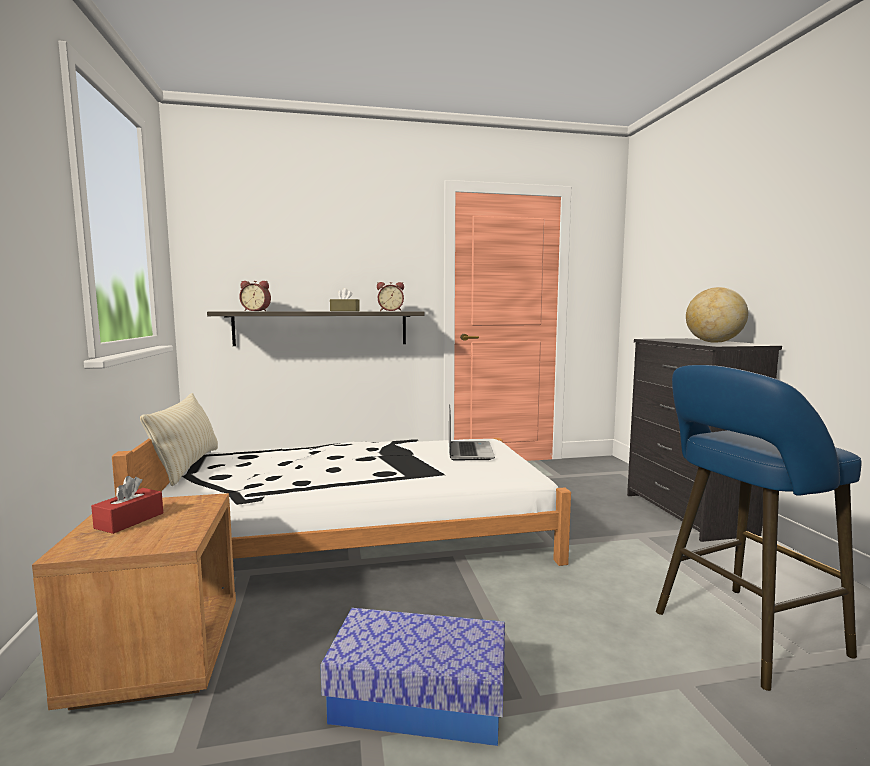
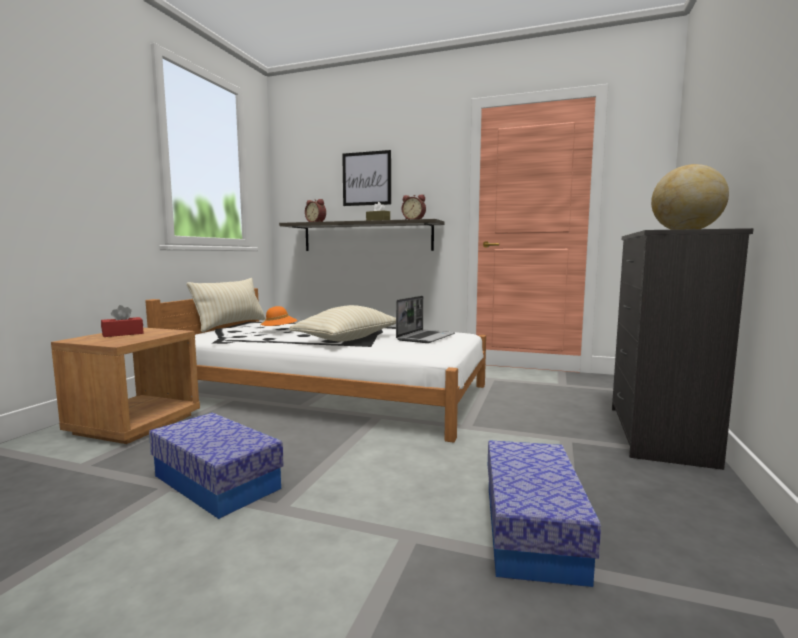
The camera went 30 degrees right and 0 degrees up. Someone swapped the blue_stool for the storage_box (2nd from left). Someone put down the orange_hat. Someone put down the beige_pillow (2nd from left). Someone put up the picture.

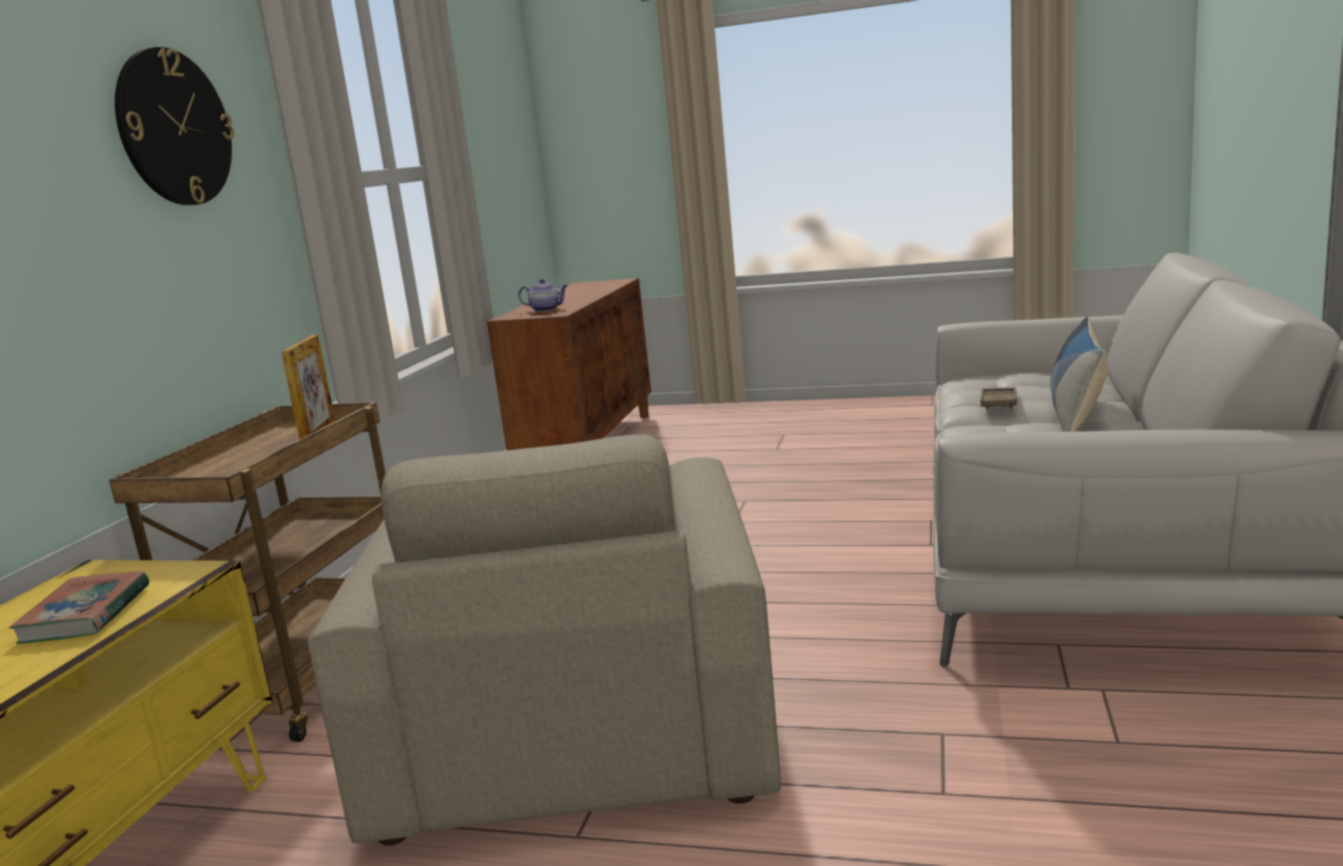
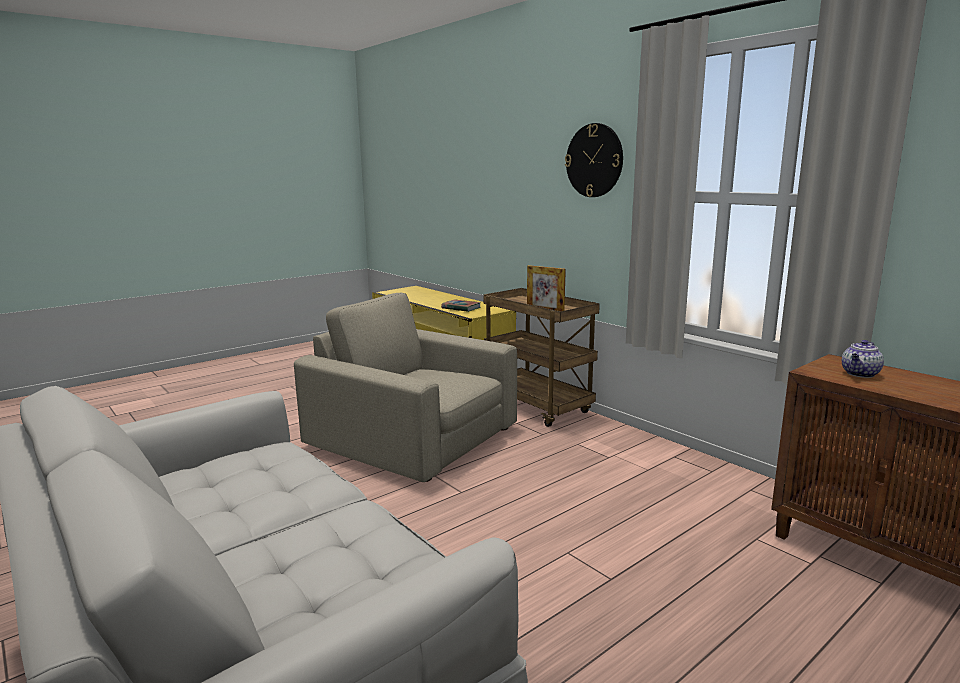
The camera went 125 degrees right and 0 degrees up. Someone took away the brown_tray. Someone took away the pillow.

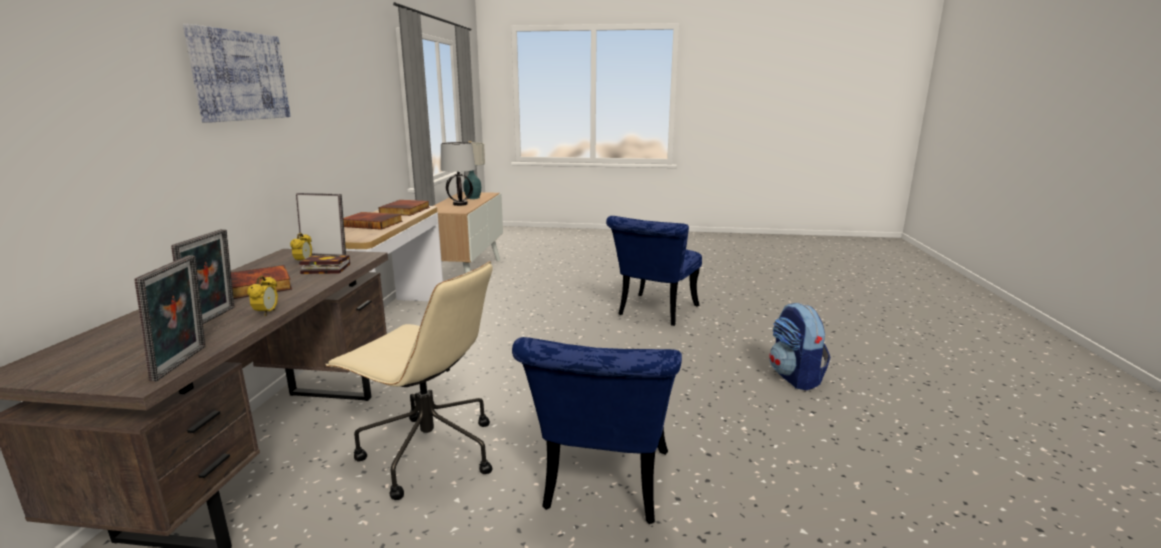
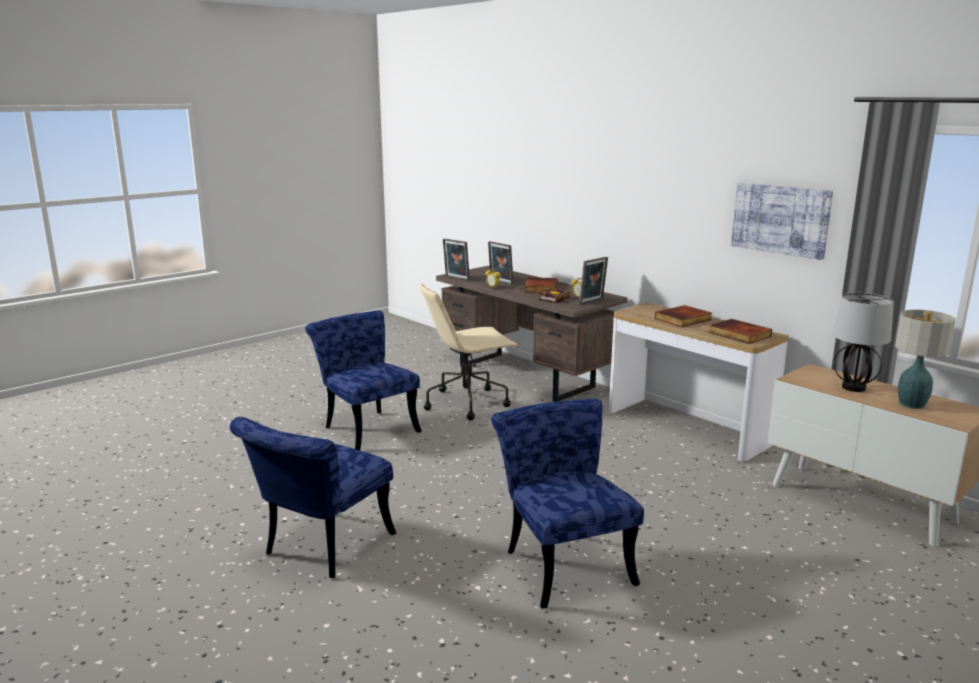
The camera went 130 degrees right and 0 degrees up. Someone carried the picture. Someone swapped the backpack for the blue_chair (1st from left).

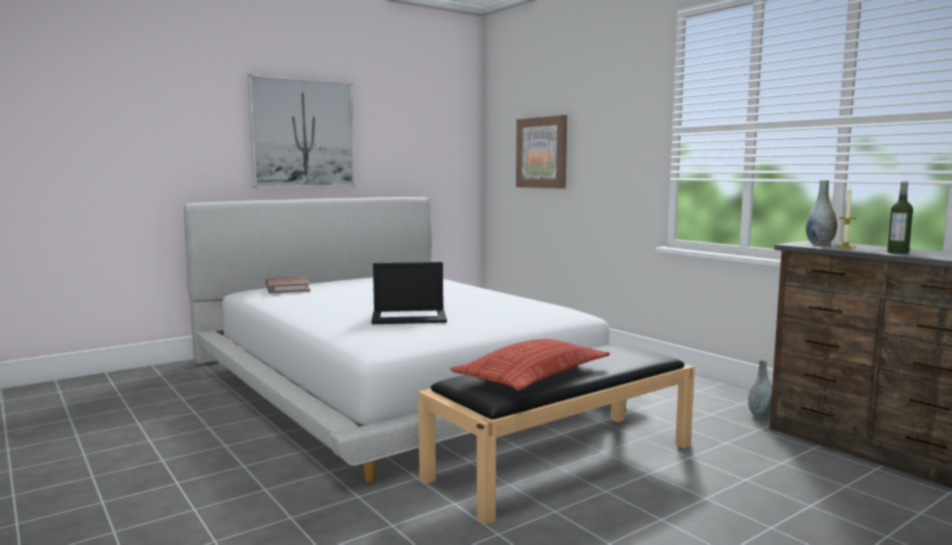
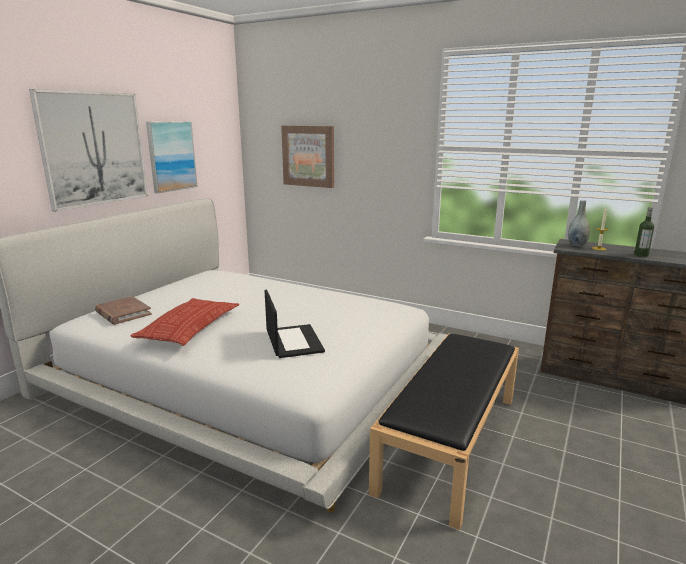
The camera went 25 degrees left and 10 degrees up. Someone rotated the laptop by 75 degrees counterclockwise. Someone carried the pillow. Someone took away the grey_vase (1st from left). Someone put up the picture (2nd from left).

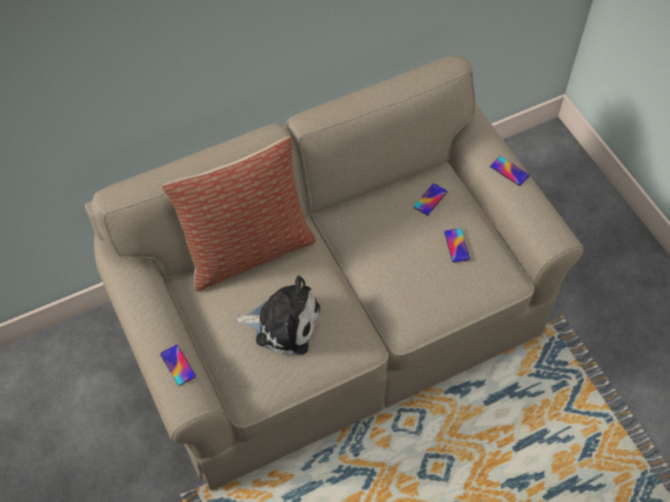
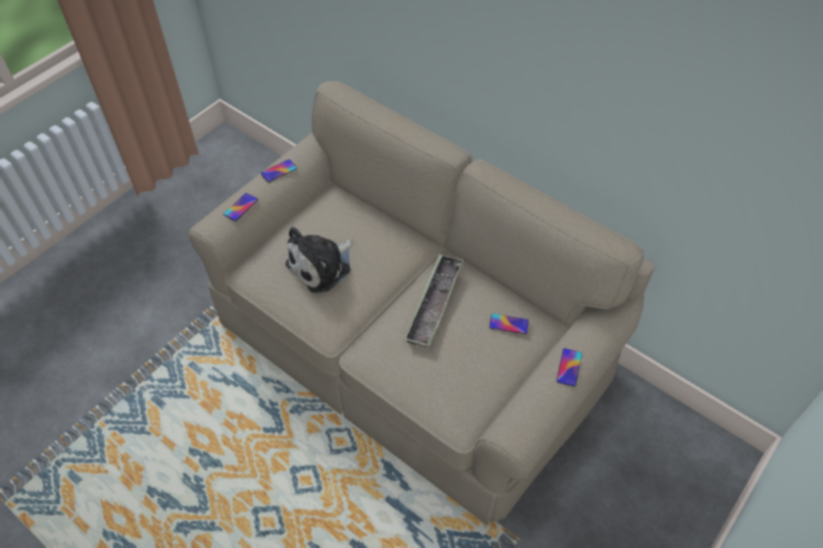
The camera went 65 degrees right and 5 degrees down. Someone took away the pillow. Someone rotated the plush_toy by 60 degrees clockwise. Someone carried the phone (3rd from left in the first image). Someone put down the tray.

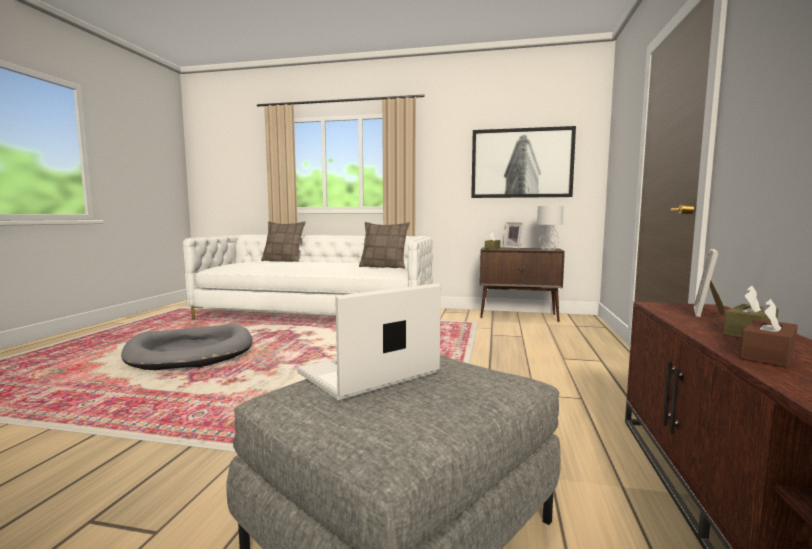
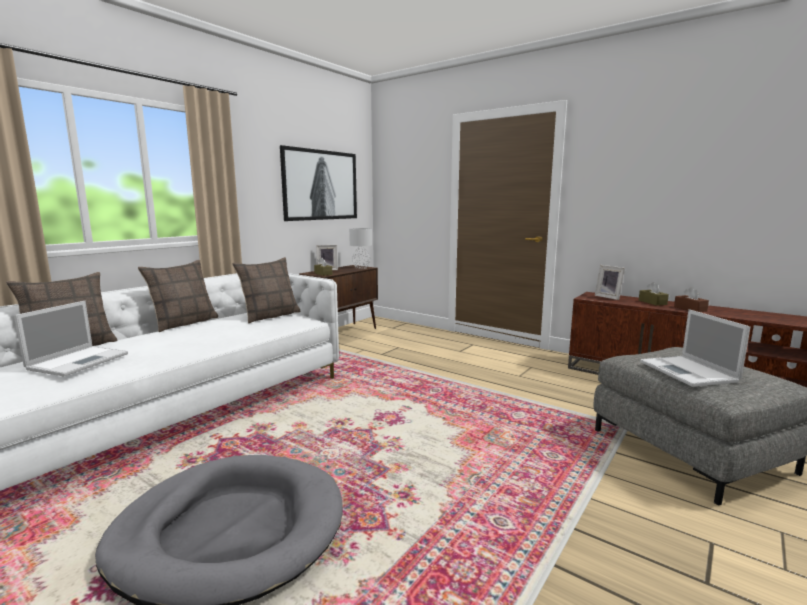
The camera went 65 degrees left and 5 degrees up. Someone put down the laptop (1st from left). Someone put down the pillow (2nd from left).

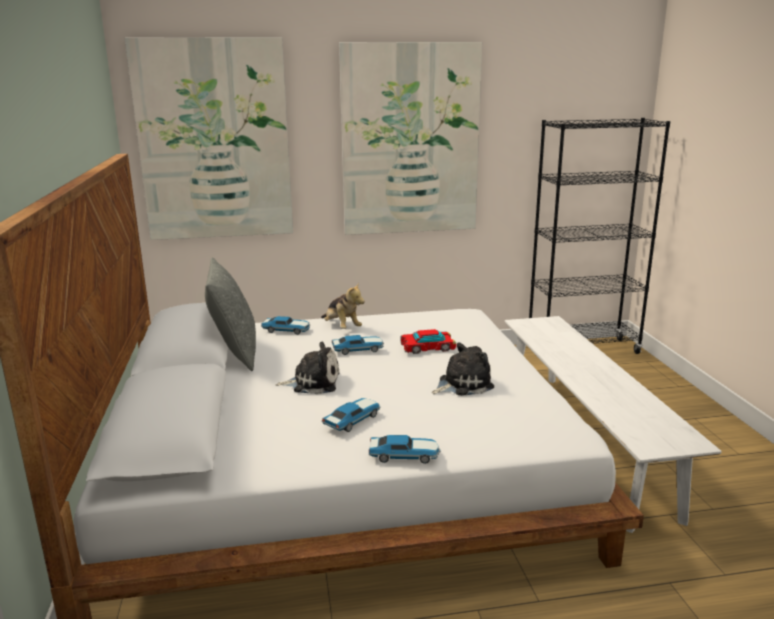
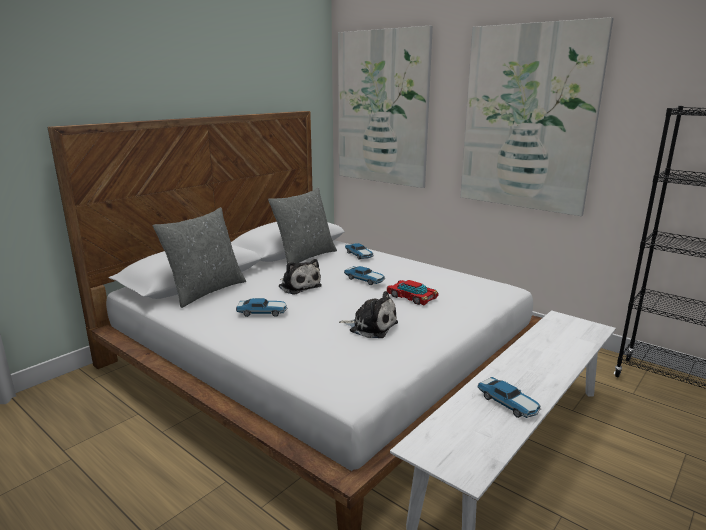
The camera went 50 degrees right and 0 degrees up. Someone took away the plush_toy (2nd from left). Someone carried the toy_car (4th from left in the first image). Someone put down the grey_pillow (1st from left).

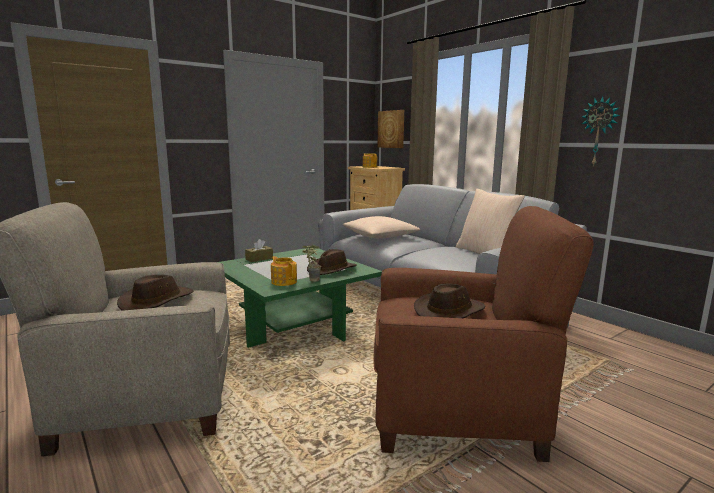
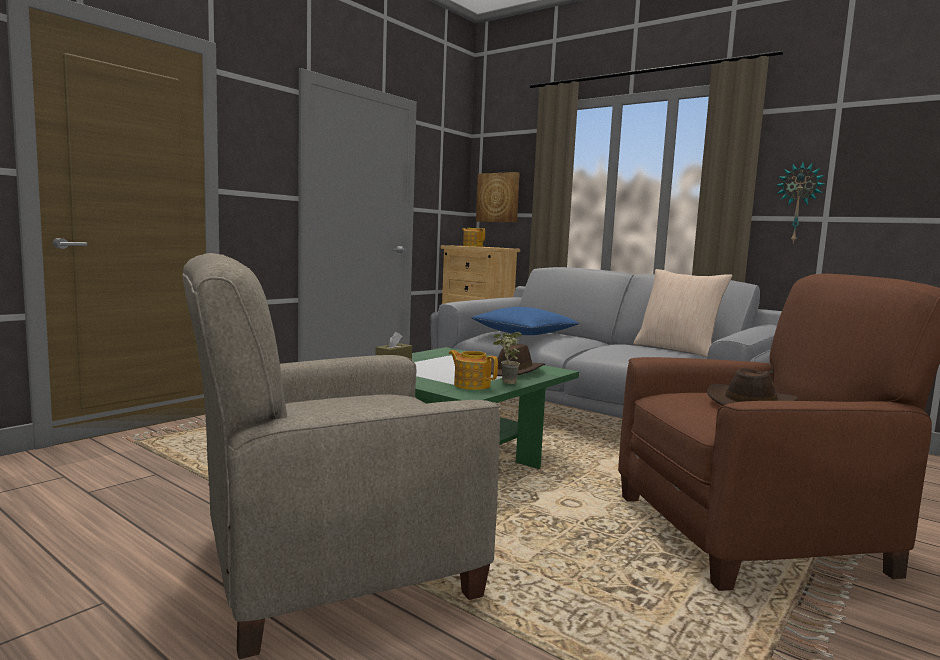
The camera went 15 degrees left and 5 degrees down. Someone took away the brown_hat (1st from left). Someone repainted the beige_pillow (1st from left), which became the blue_pillow.

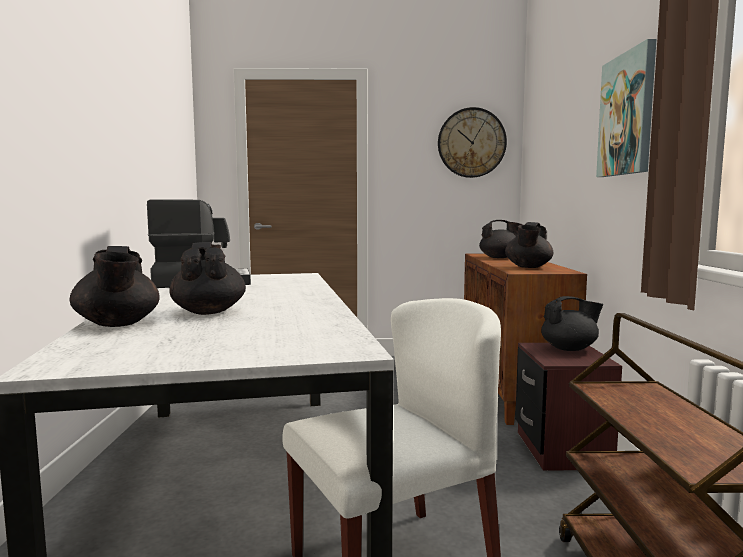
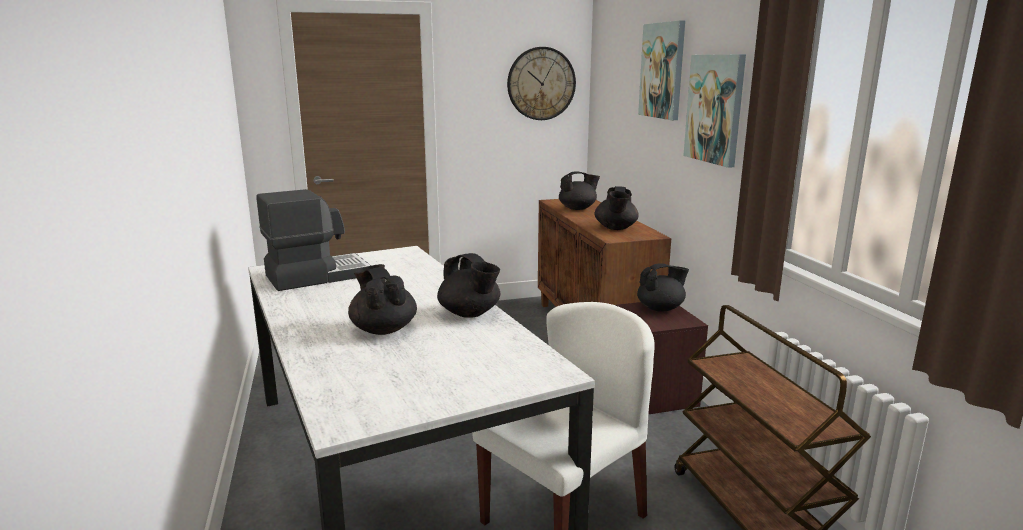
The camera went 15 degrees left and 10 degrees up. Someone carried the black_teapot (1st from left in the first image). Someone put up the picture (1st from left).

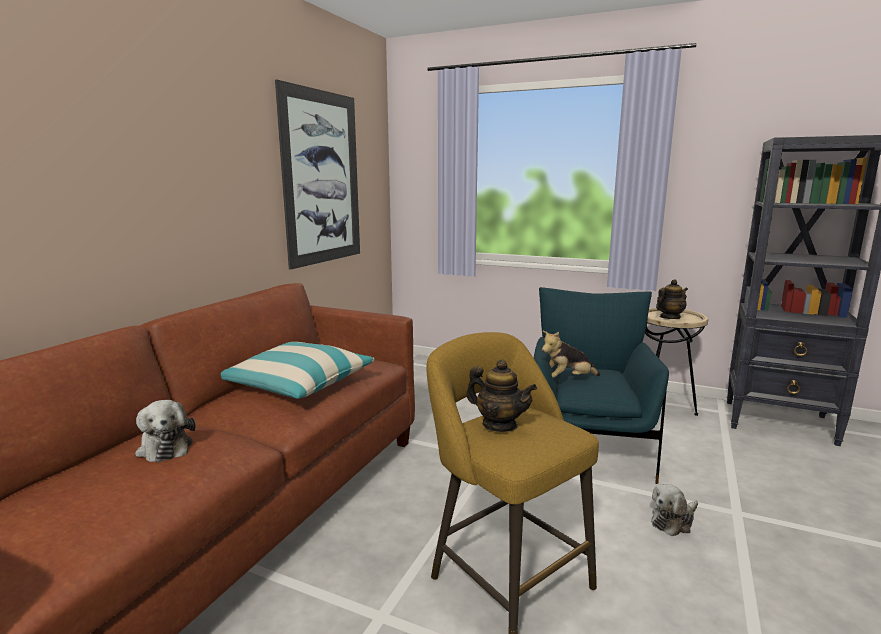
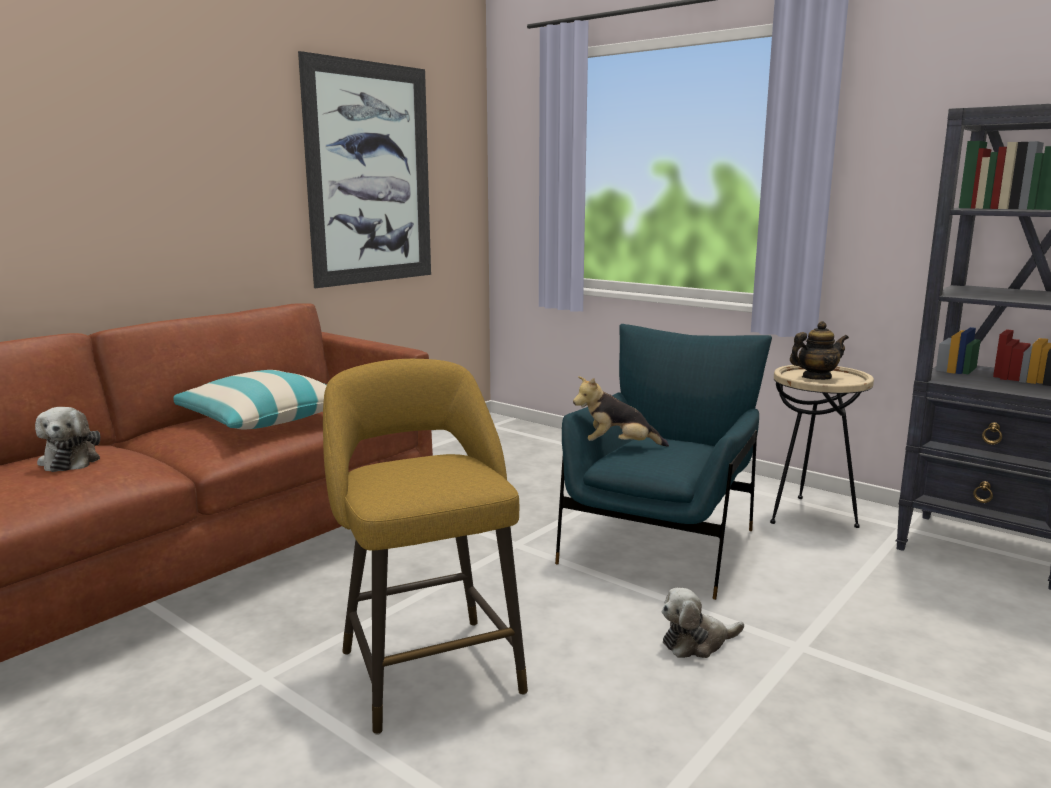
The camera went 15 degrees right and 0 degrees up. Someone took away the teapot (1st from left).

